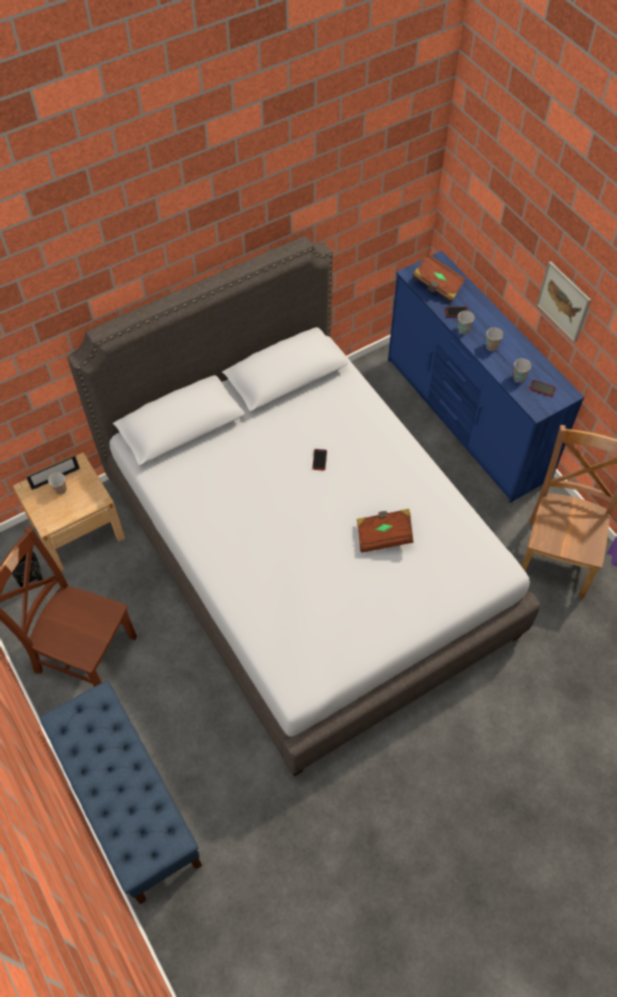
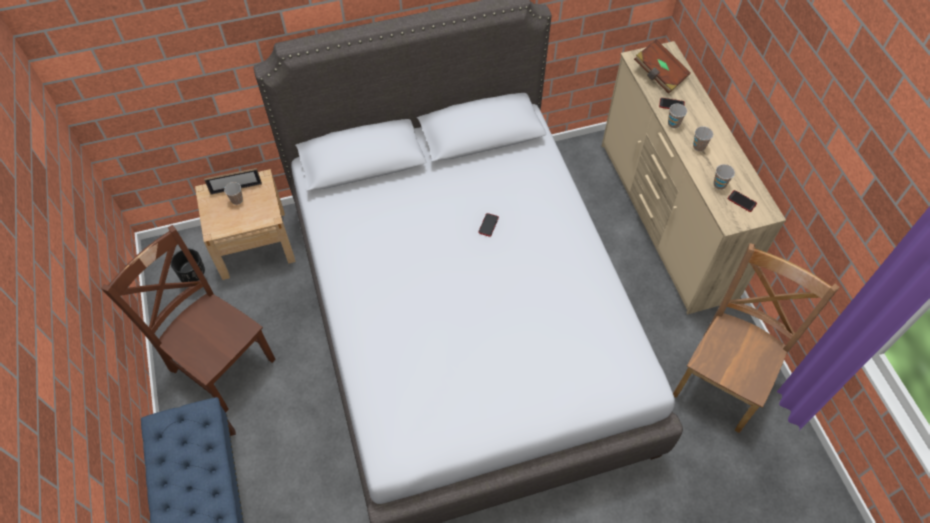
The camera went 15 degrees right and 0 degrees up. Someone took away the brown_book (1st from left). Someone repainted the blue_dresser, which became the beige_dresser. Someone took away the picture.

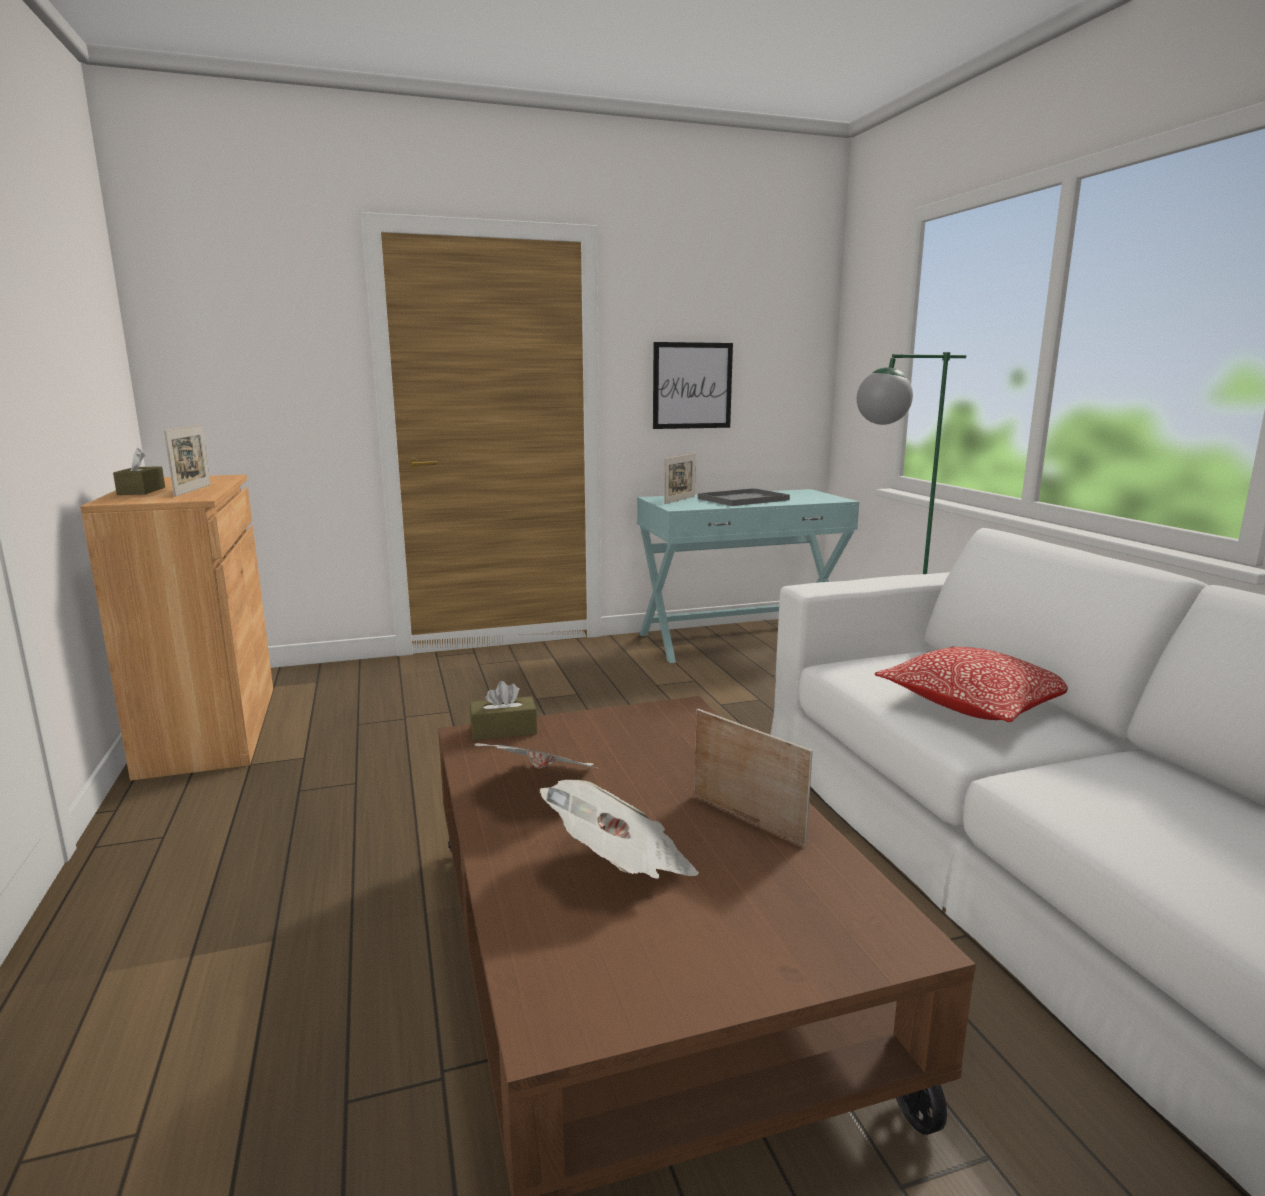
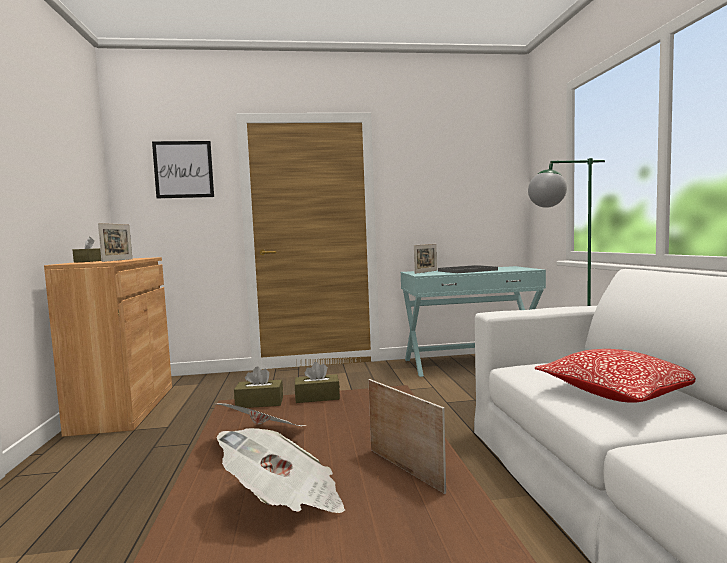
The camera went 10 degrees right and 10 degrees down. Someone carried the picture. Someone put down the brown_tissue_box (3rd from left).

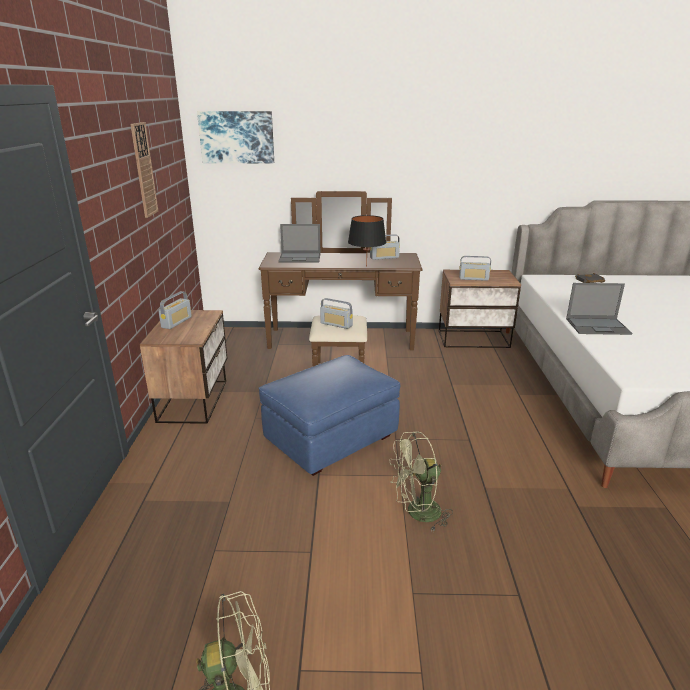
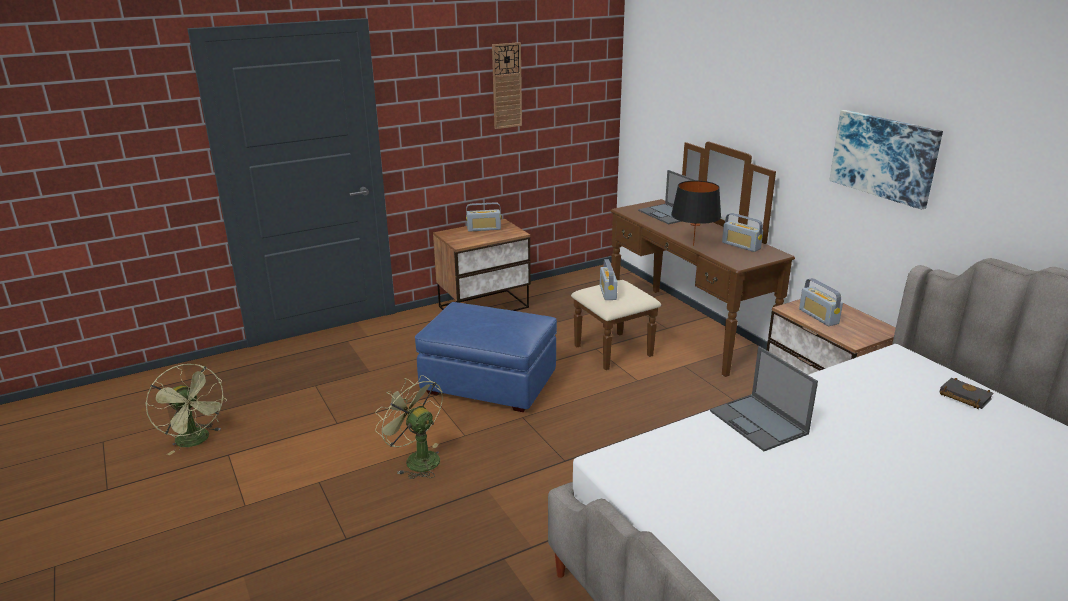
The camera went 60 degrees right and 0 degrees up. Someone carried the picture.

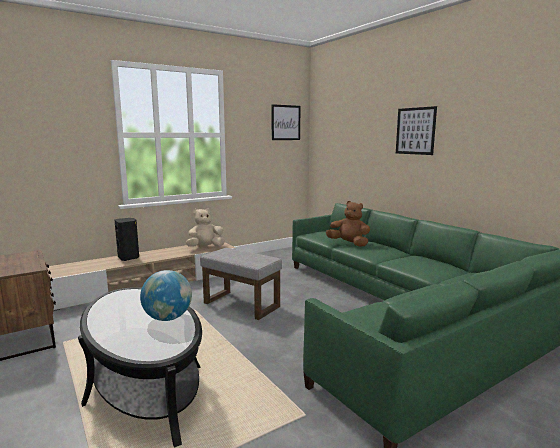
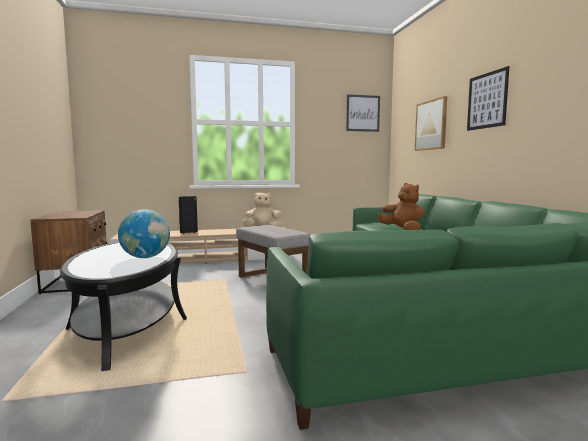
The camera went 20 degrees right and 5 degrees down. Someone put up the picture (2nd from left).

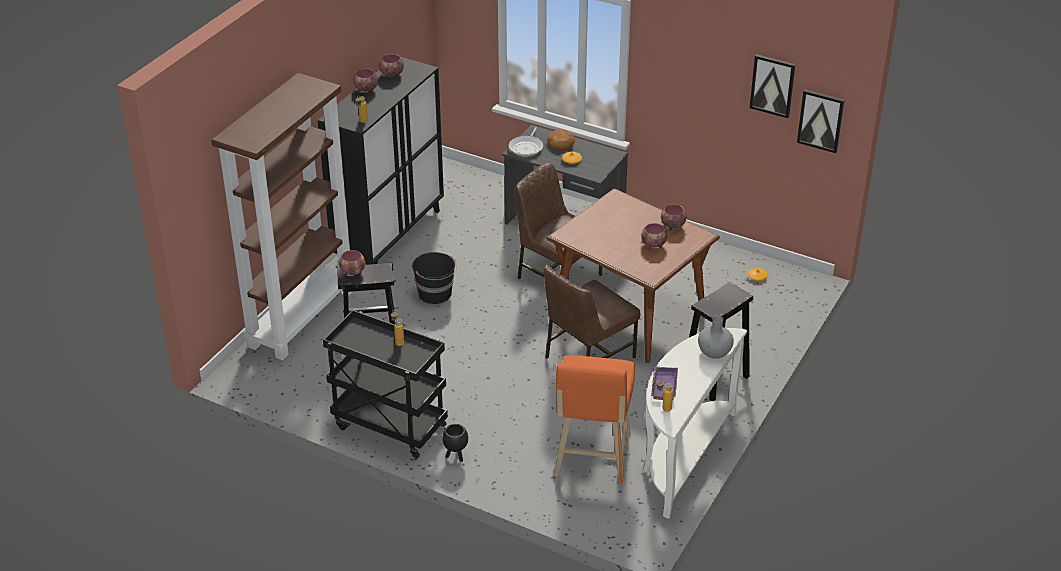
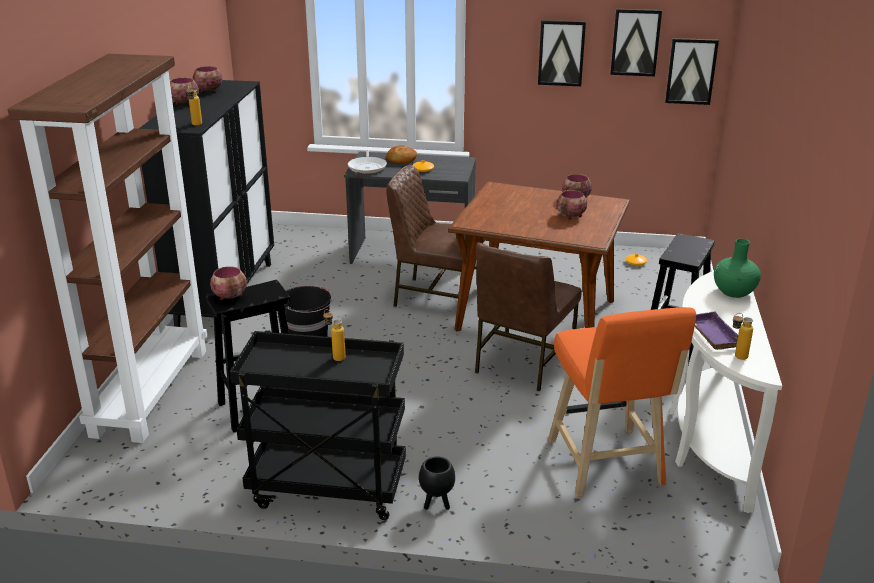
The camera went 20 degrees left and 10 degrees down. Someone repainted the grey_vase, which became the green_vase. Someone put up the picture (1st from left).

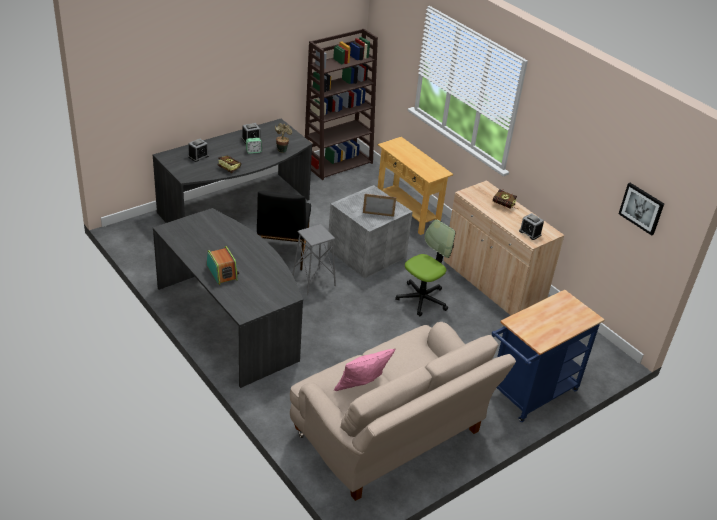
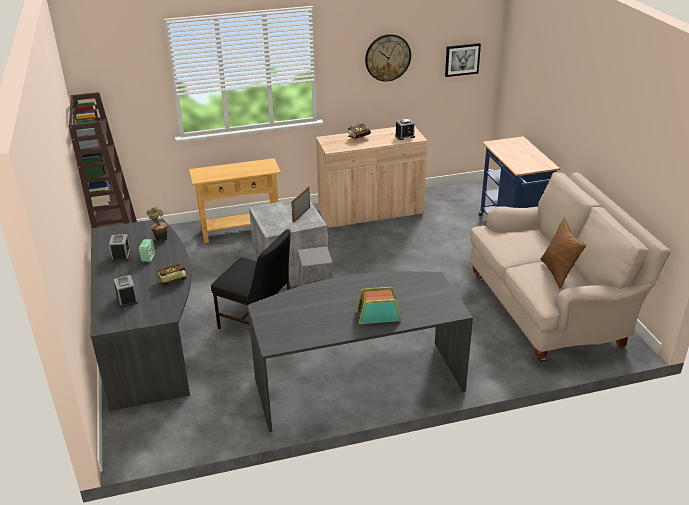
The camera went 65 degrees left and 5 degrees down. Someone repainted the pink_pillow, which became the brown_pillow. Someone took away the office_chair. Someone put up the wall_clock.

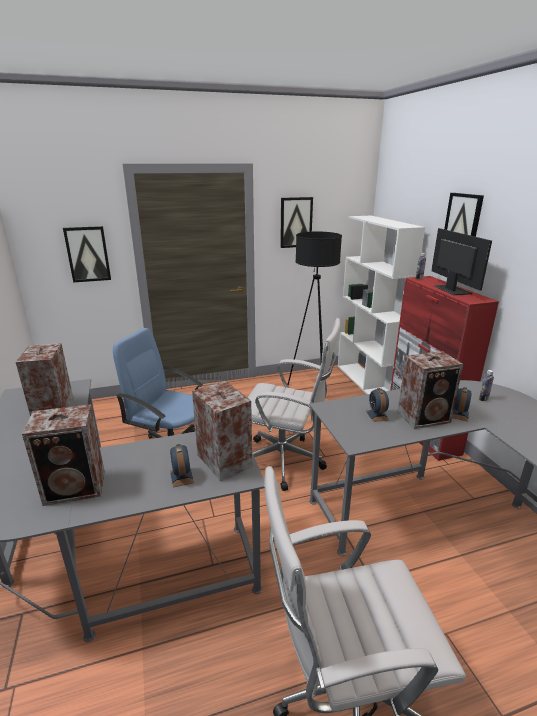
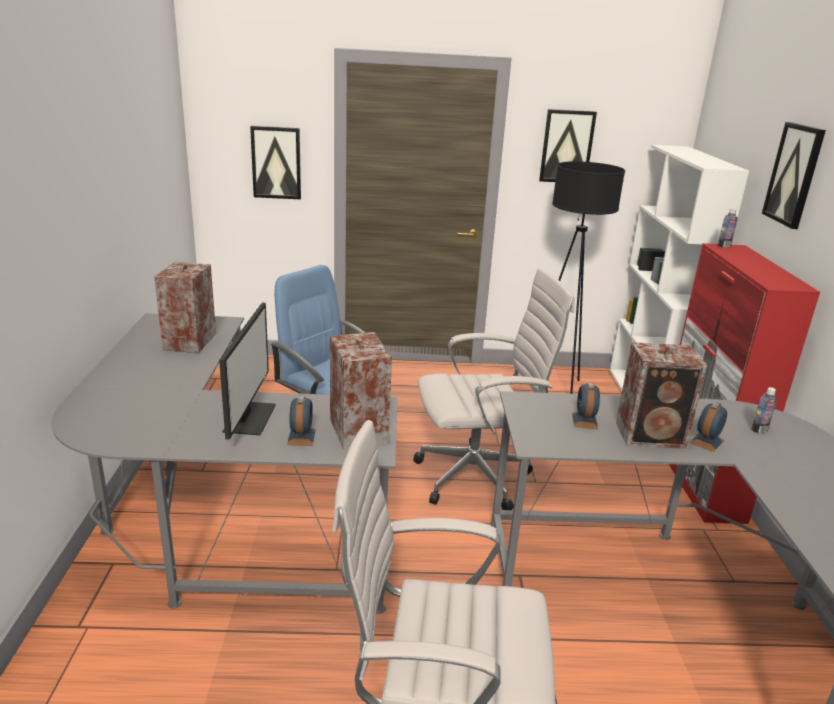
The camera went 15 degrees right and 0 degrees up. Someone took away the speaker (2nd from left). Someone rotated the white_office_chair (1st from left in the first image) by 45 degrees counterclockwise. Someone carried the monitor.

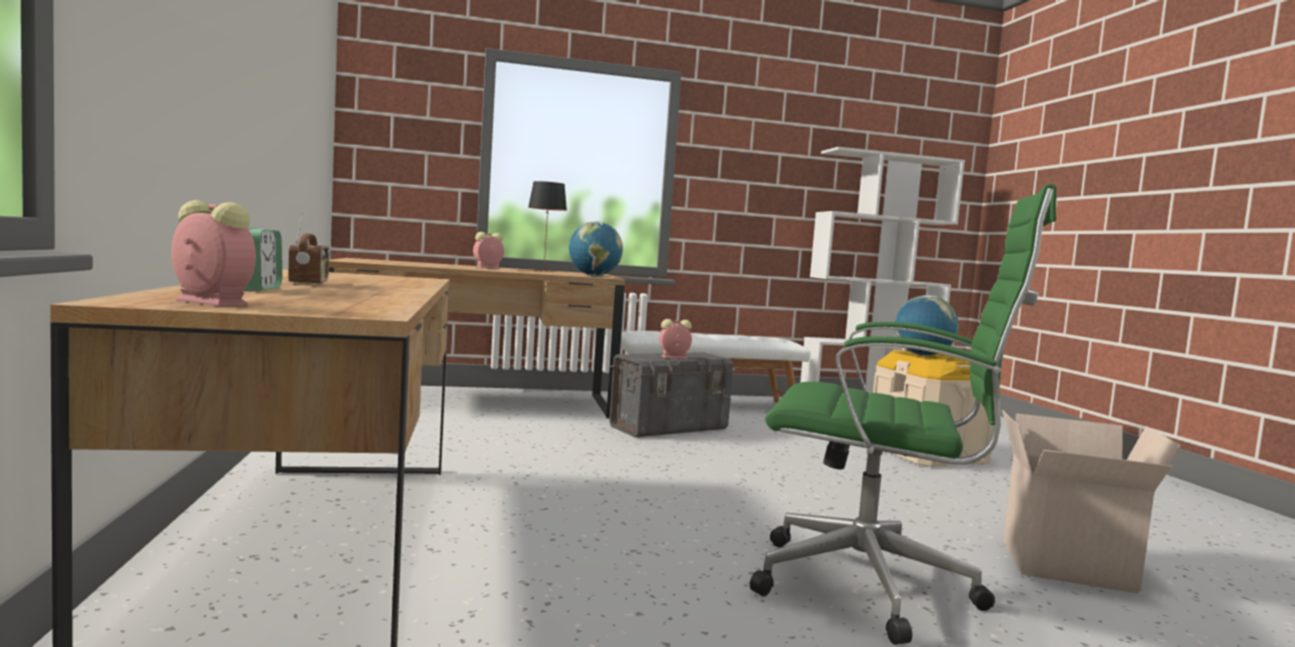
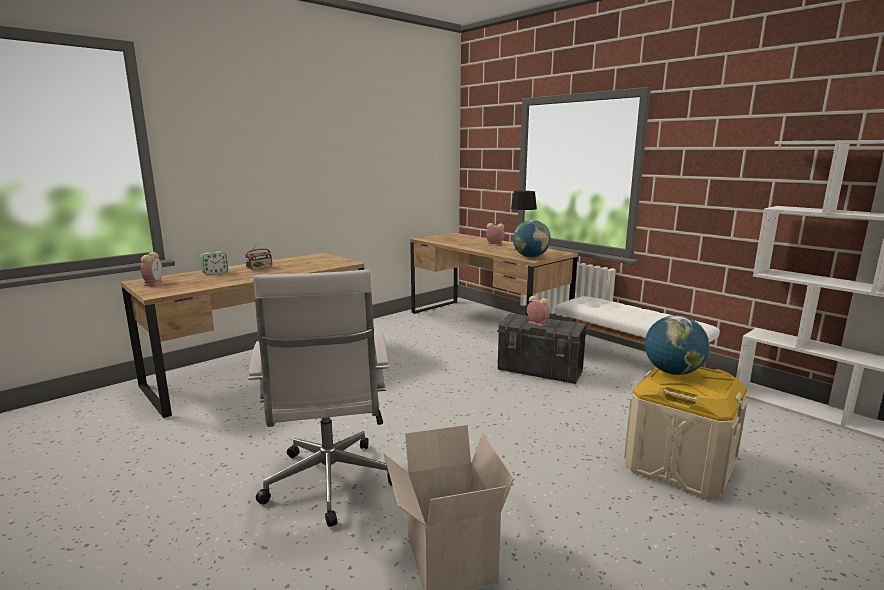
The camera went 60 degrees right and 10 degrees up. Someone repainted the green_office_chair, which became the white_office_chair.

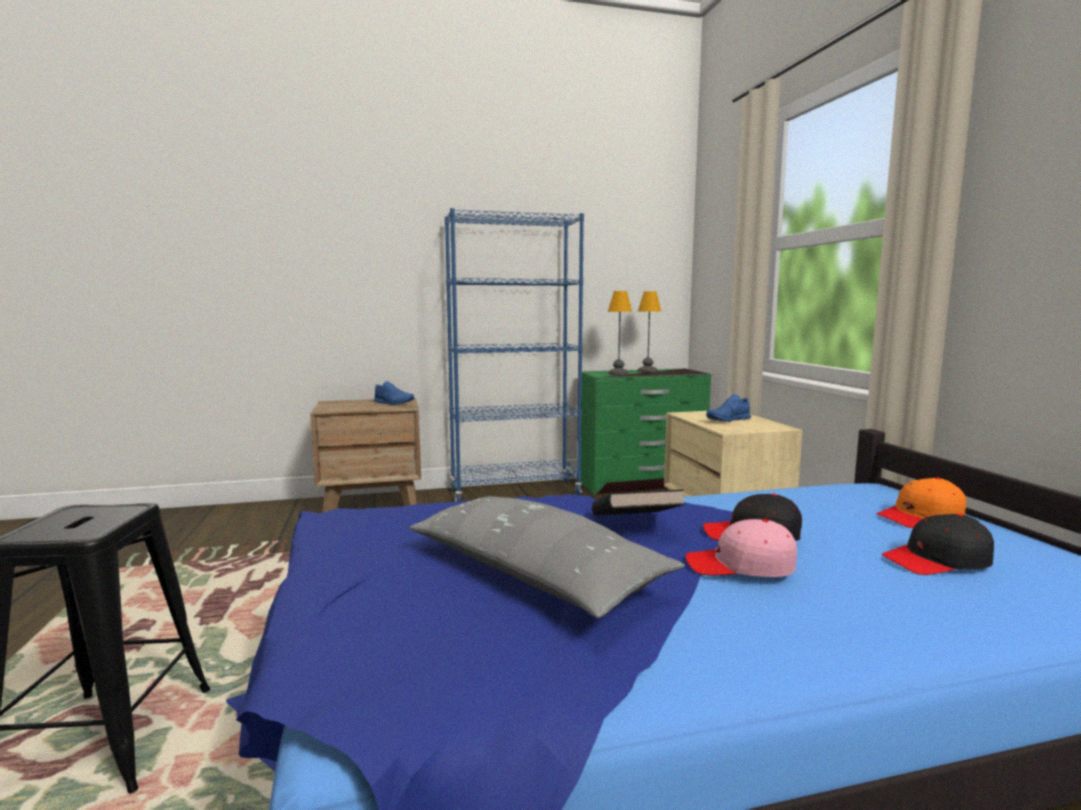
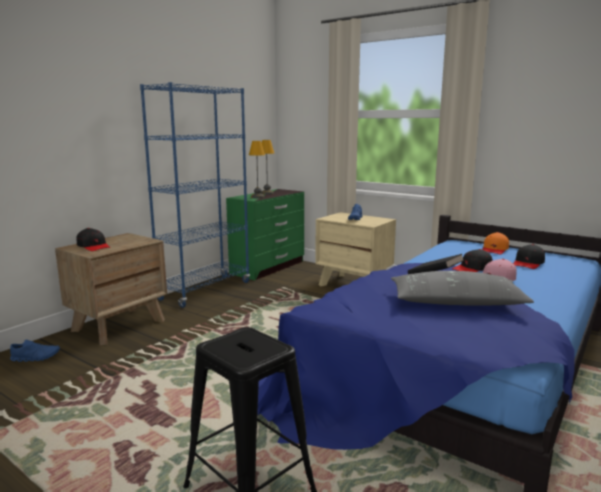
The camera went 40 degrees left and 5 degrees up. Someone carried the blue_shoe (1st from left). Someone put down the black_cap (1st from left).

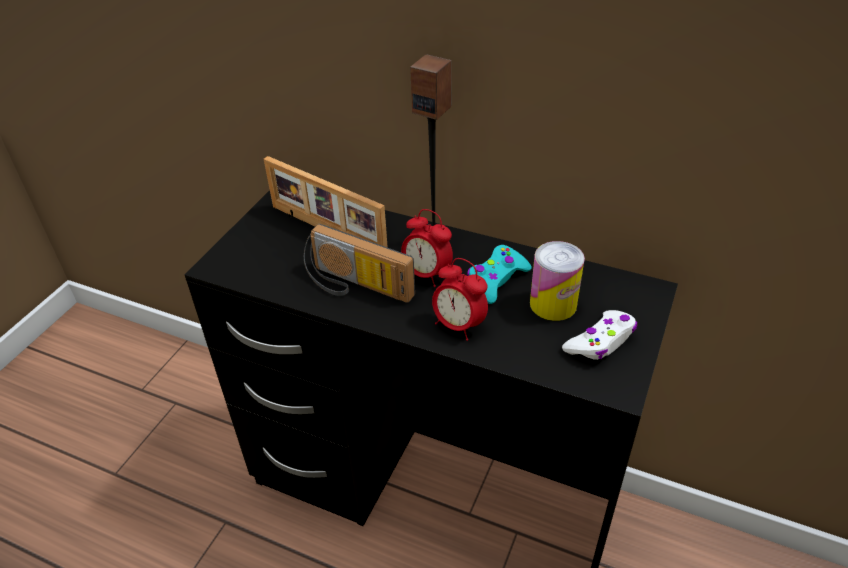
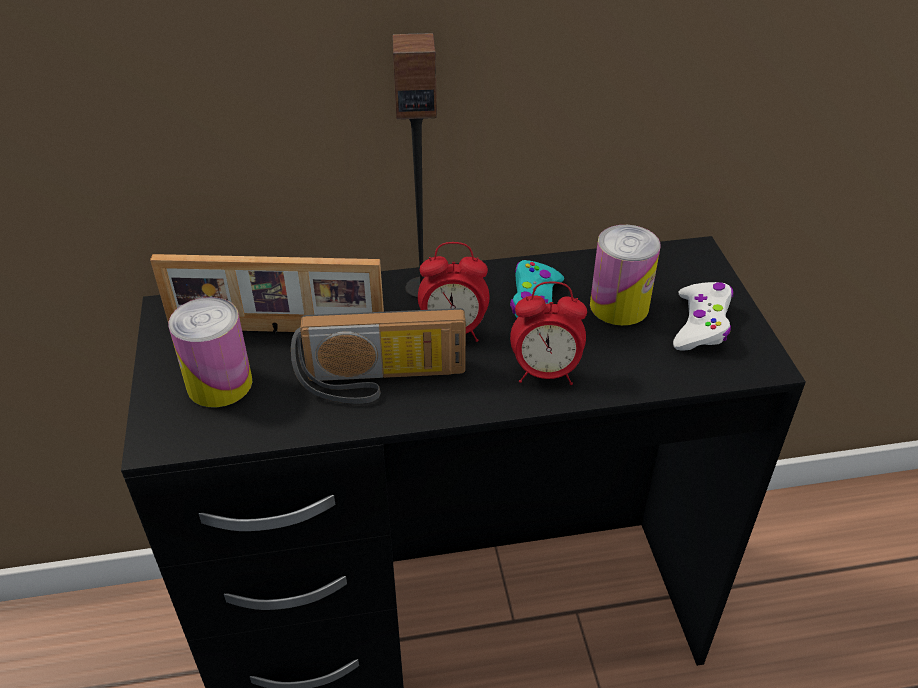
The camera went 35 degrees left and 0 degrees up. Someone put down the can (1st from left).

